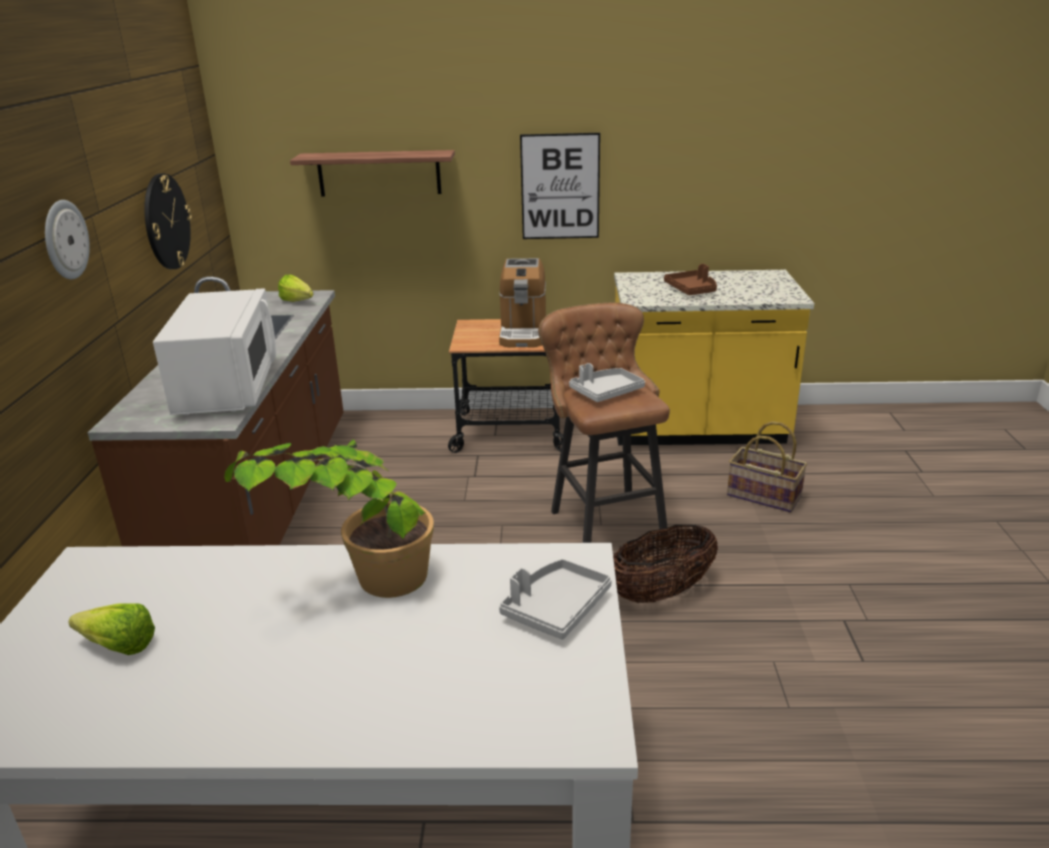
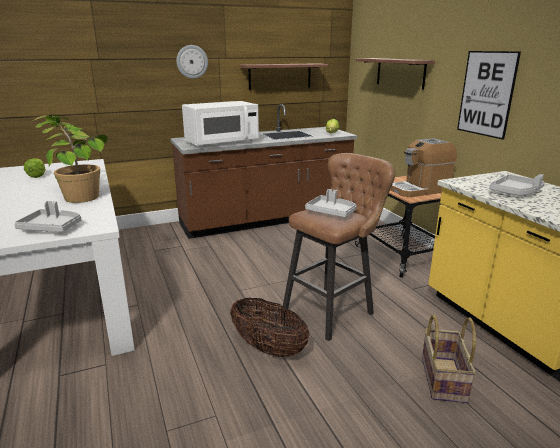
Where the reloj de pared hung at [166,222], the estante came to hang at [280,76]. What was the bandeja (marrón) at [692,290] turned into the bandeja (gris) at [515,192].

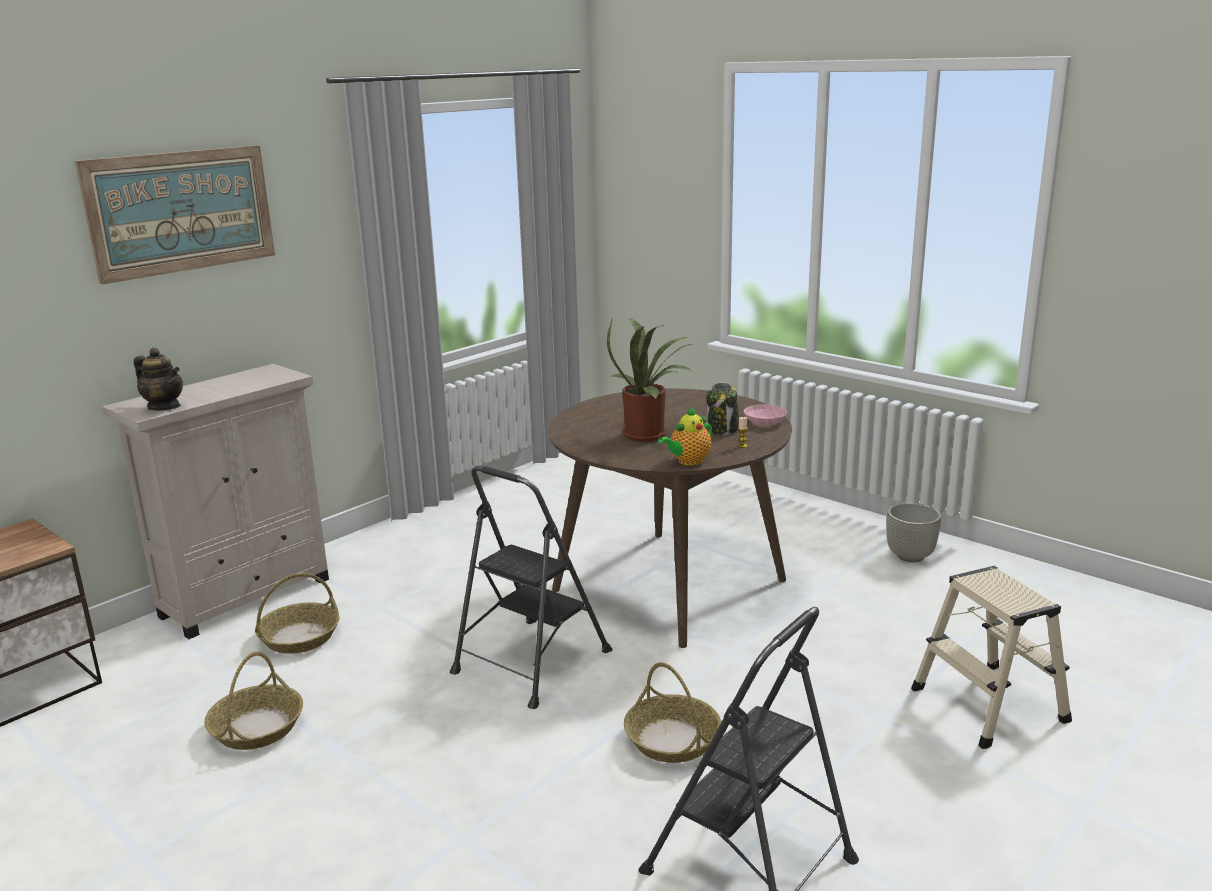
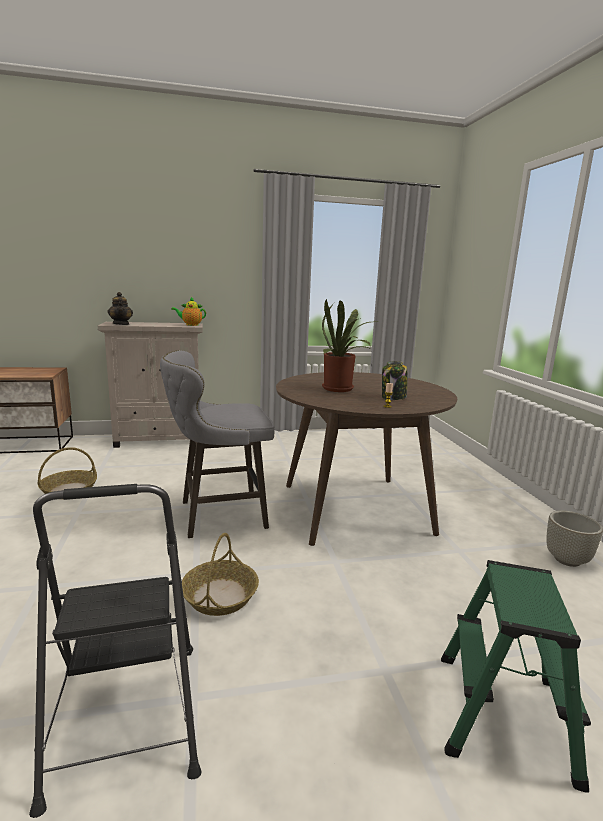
The second view lost the cuadro at [181,211]. The second view lost the cesta at [299,637]. The second view lost the cuenco (rosa) at [764,421]. The tetera ended up elsewhere, having gone from [688,461] to [190,325]. Where the escalera de tijera (negro) stood at [528,662], the taburete (gris) came to stand at [218,514]. What was the escalera de tijera (beis) at [989,705] turned into the escalera de tijera (verde) at [504,716].

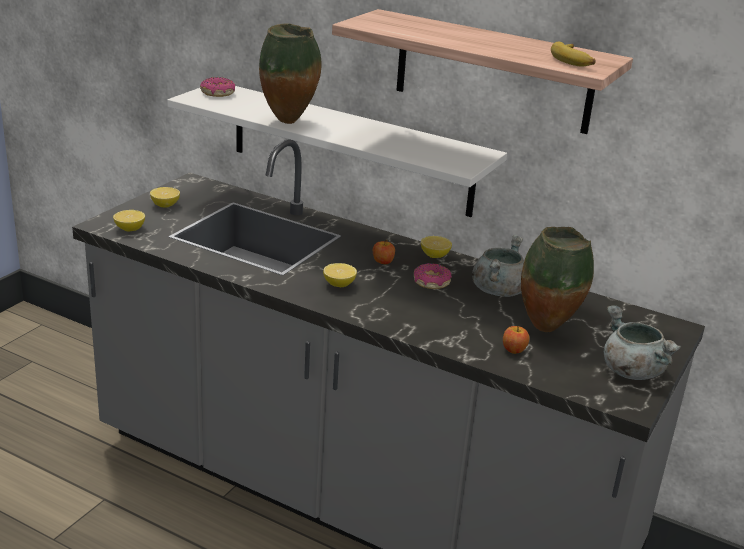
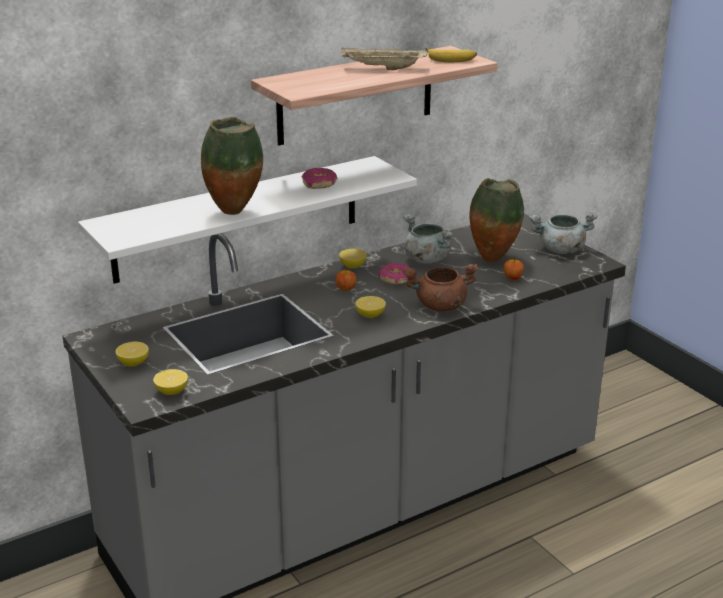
The second view gained the bandeja (beis) at [382,69]. The second view gained the olla (marrón) at [440,306]. The rosquilla ended up elsewhere, having gone from [218,93] to [319,184].

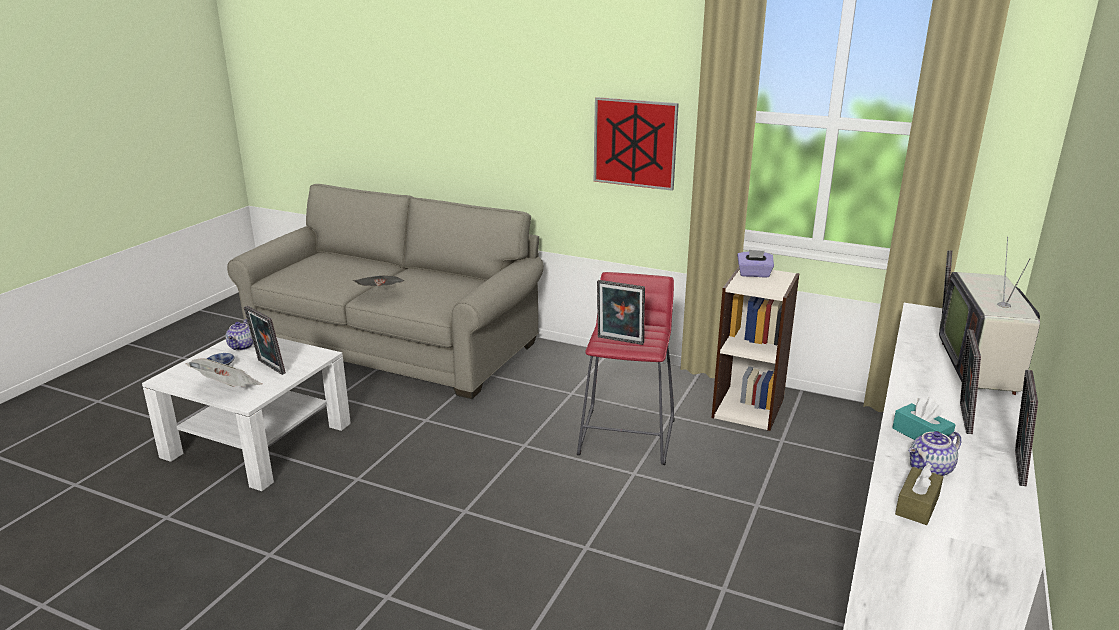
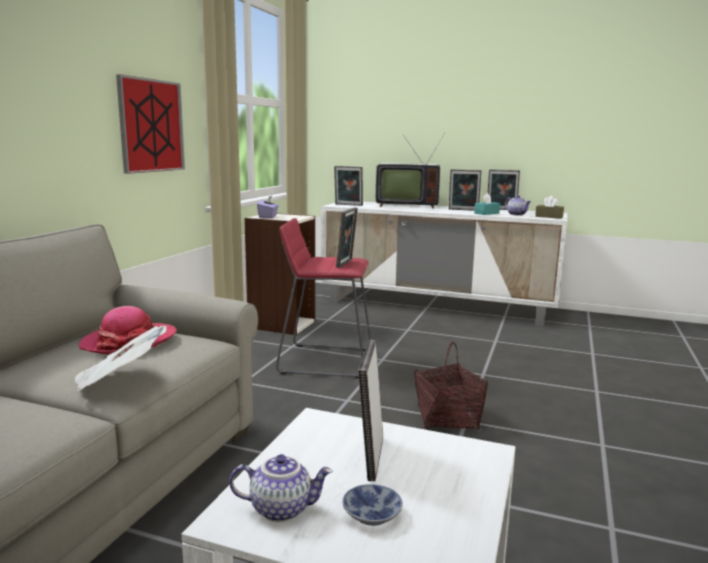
The second view lost the periódico at [228,388]. The second view gained the sombrero at [129,341]. The second view gained the cesta at [447,418]. The portarretratos at [269,367] ended up facing another way, 150 degrees clockwise from before.

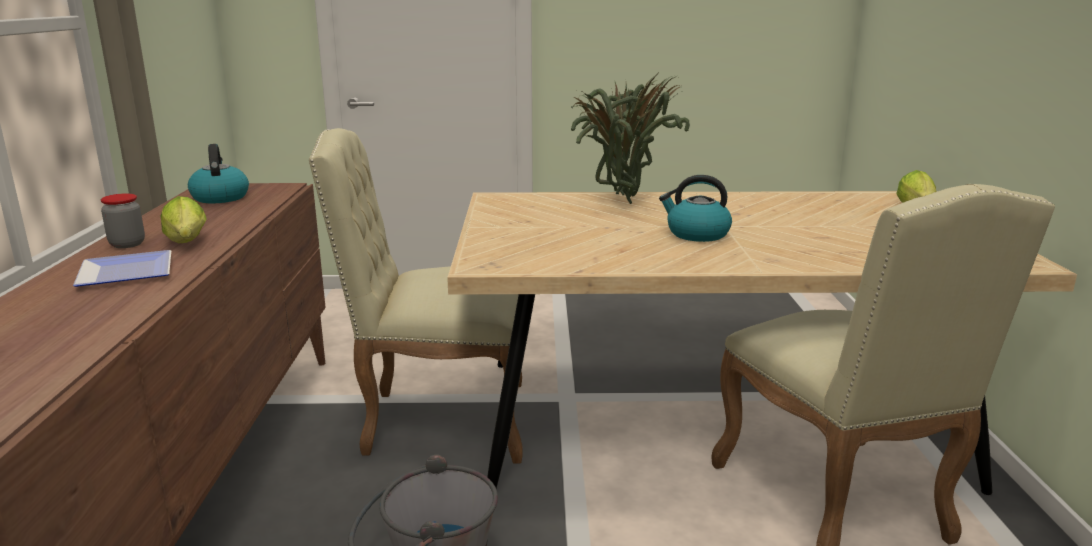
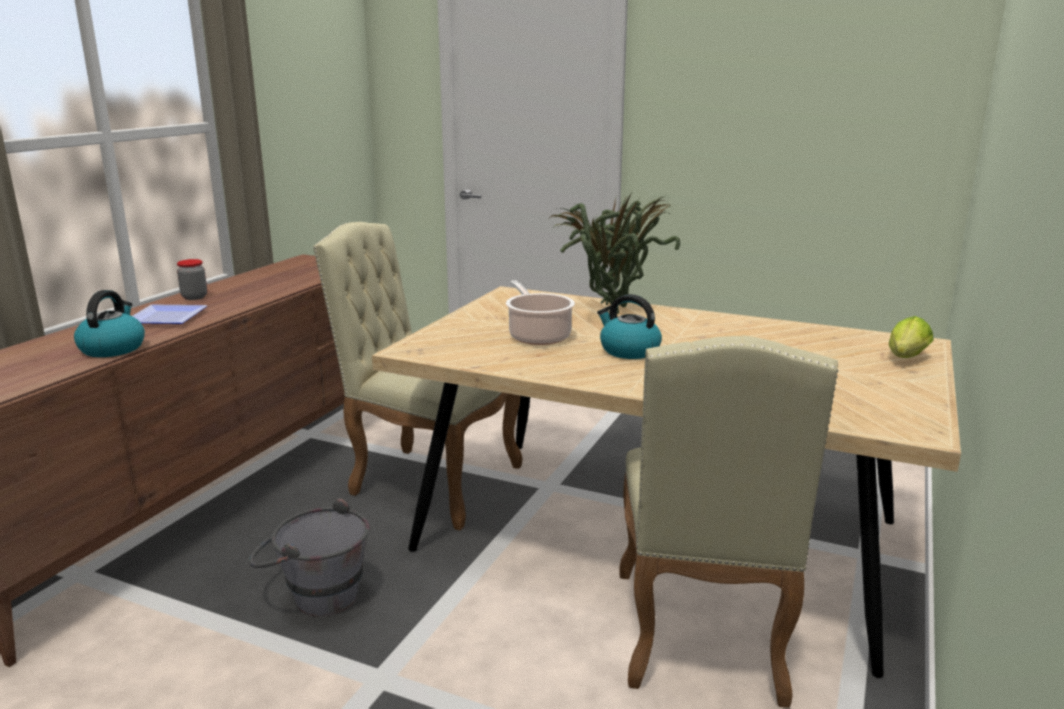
The second view lost the lechuga at [187,243]. The second view gained the olla at [538,336]. The hervidor ended up elsewhere, having gone from [220,197] to [113,348].

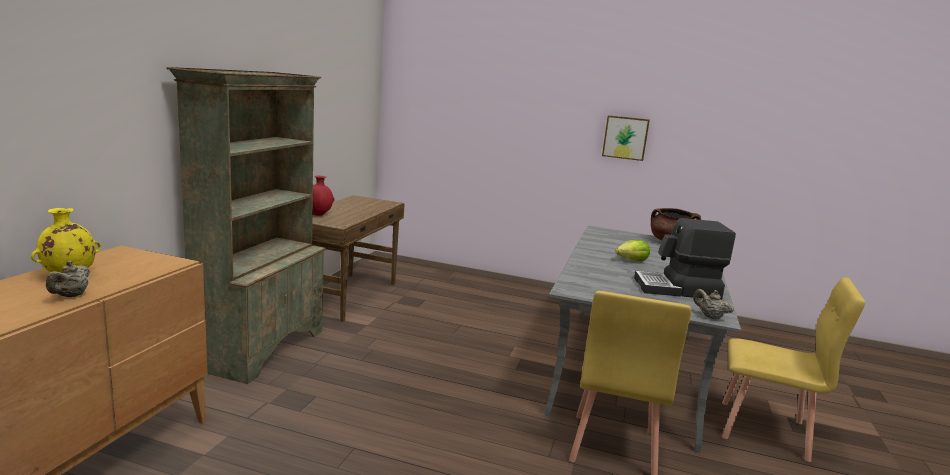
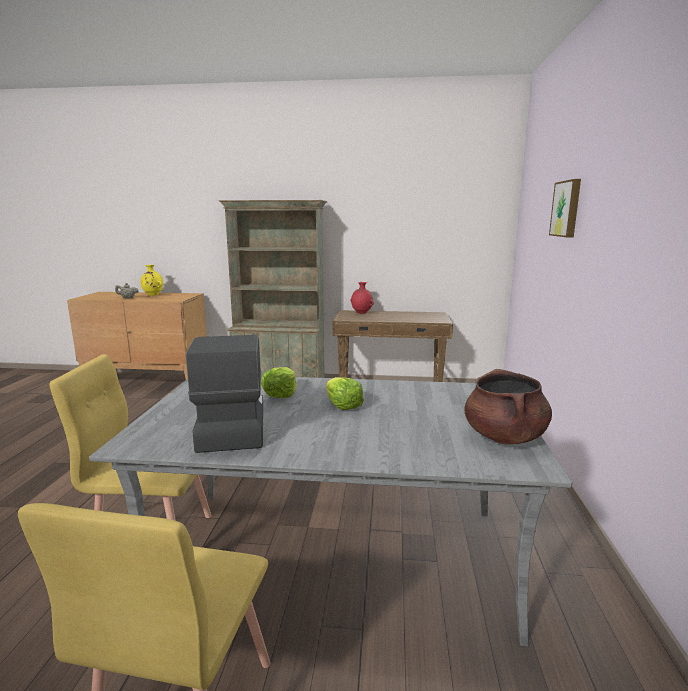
The second view lost the tetera (beis) at [710,316]. The second view gained the lechuga at [280,394]. The cuadro ended up elsewhere, having gone from [625,137] to [567,209].

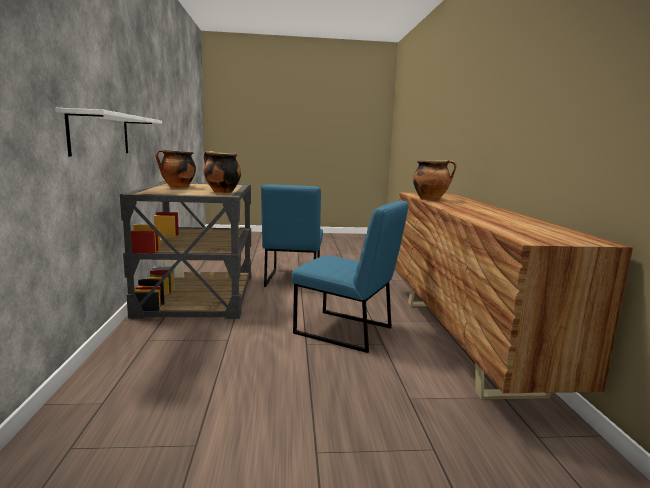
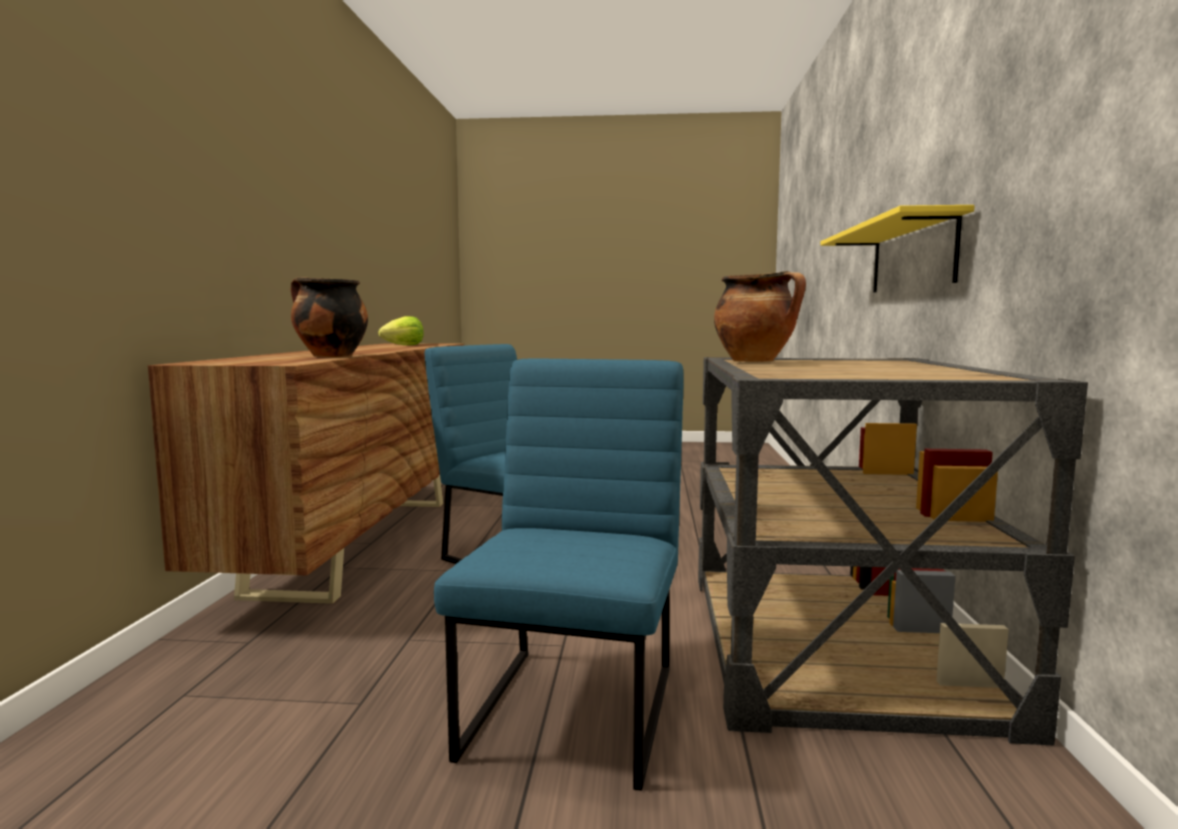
The second view lost the olla at [177,187]. The second view gained the lechuga at [404,345]. What was the estante (blanco) at [100,134] turned into the estante (amarillo) at [911,257].

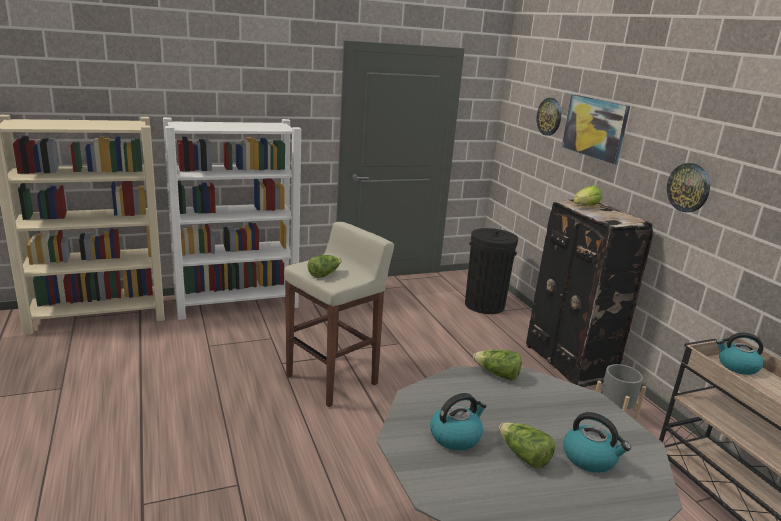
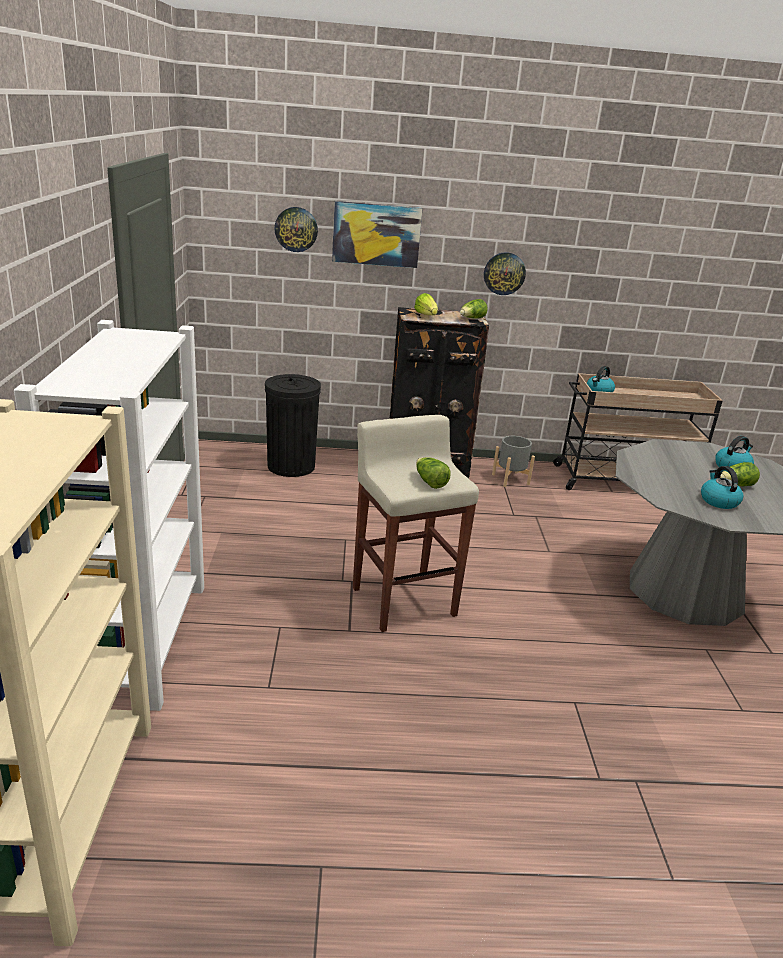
The lechuga ended up elsewhere, having gone from [497,374] to [472,319].

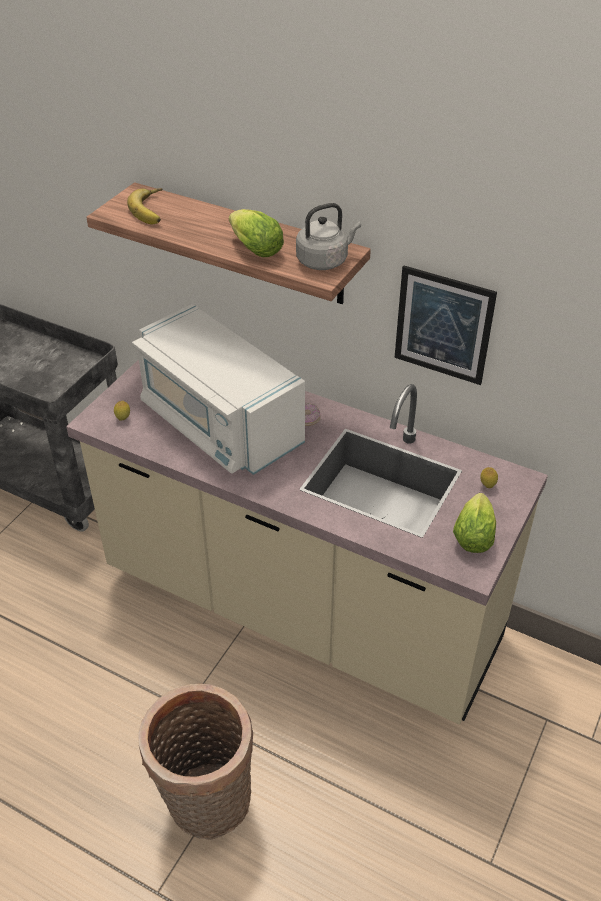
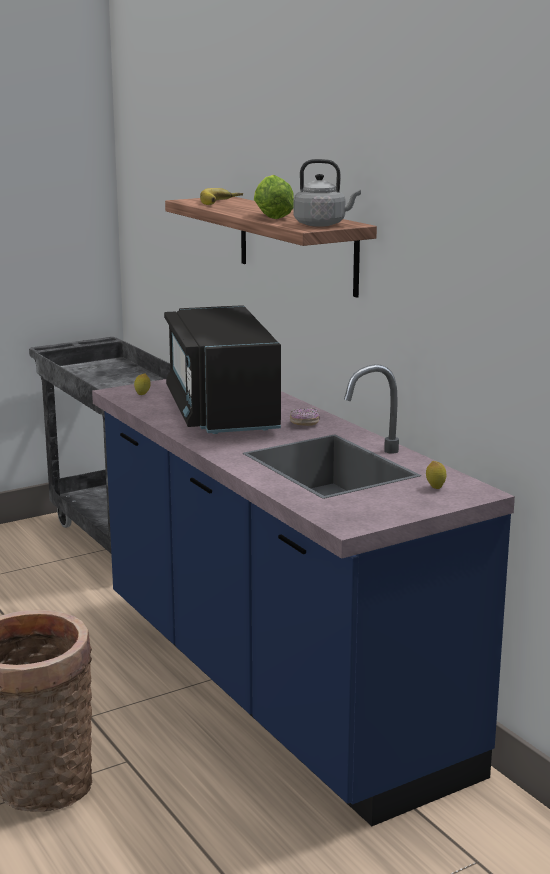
The second view lost the cuadro at [443,325]. The second view lost the lechuga at [474,534]. What was the mueble bajo de cocina (beis) at [300,609] turned into the mueble bajo de cocina (azul) at [275,687]. What was the microondas (blanco) at [219,423] turned into the microondas (negro) at [221,411].

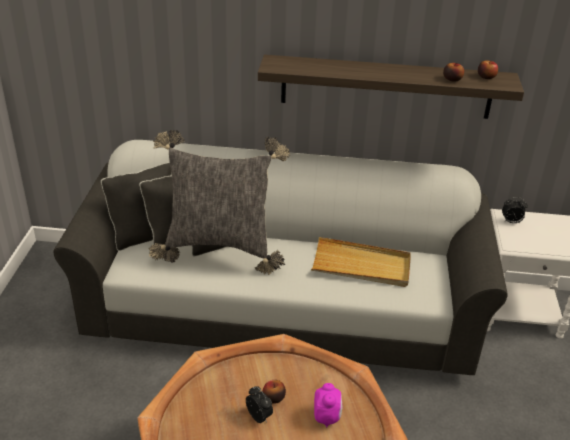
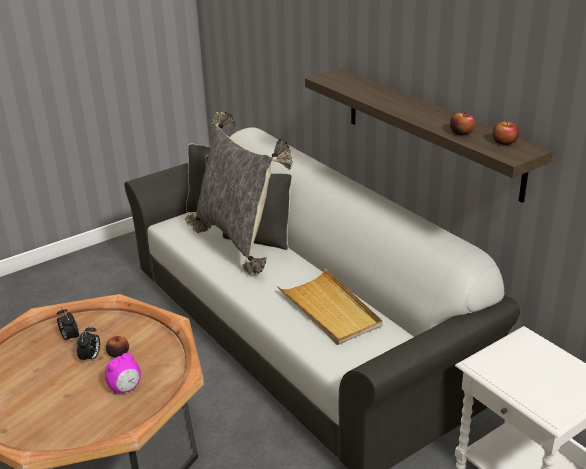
The despertador ended up elsewhere, having gone from [511,222] to [70,338].

